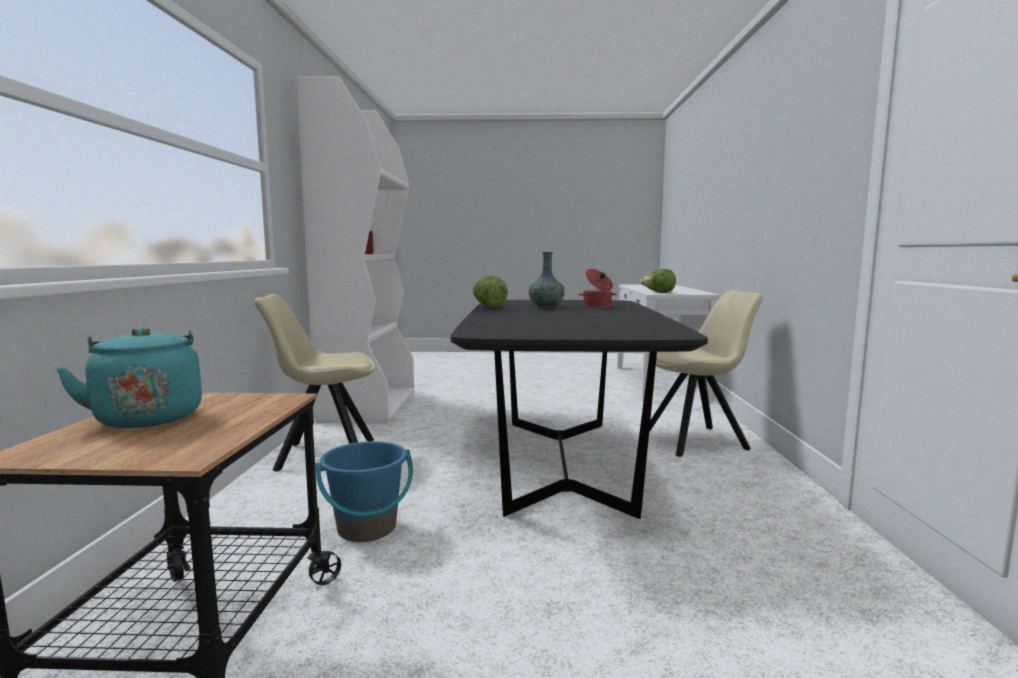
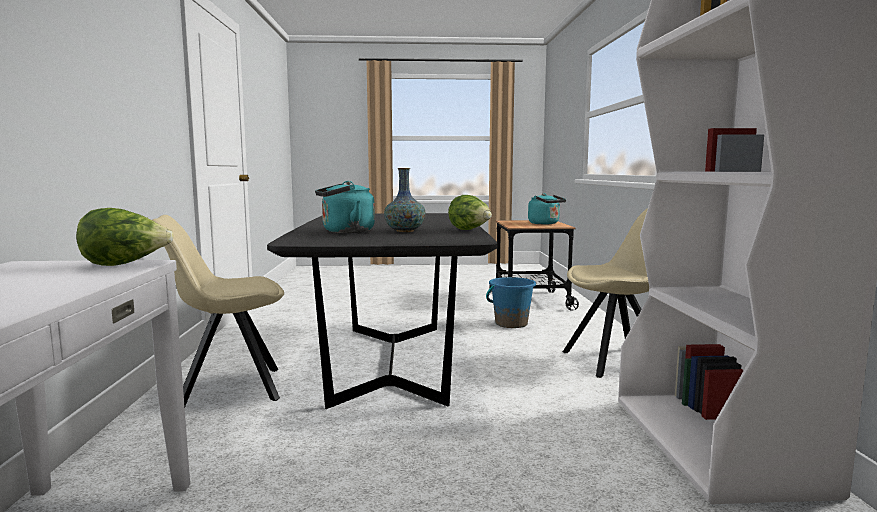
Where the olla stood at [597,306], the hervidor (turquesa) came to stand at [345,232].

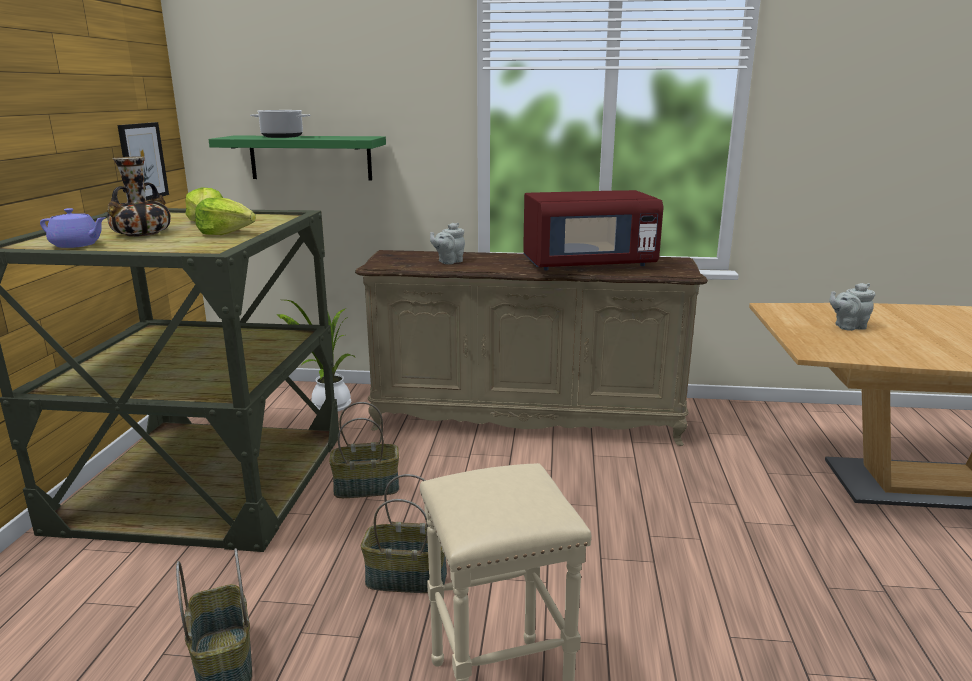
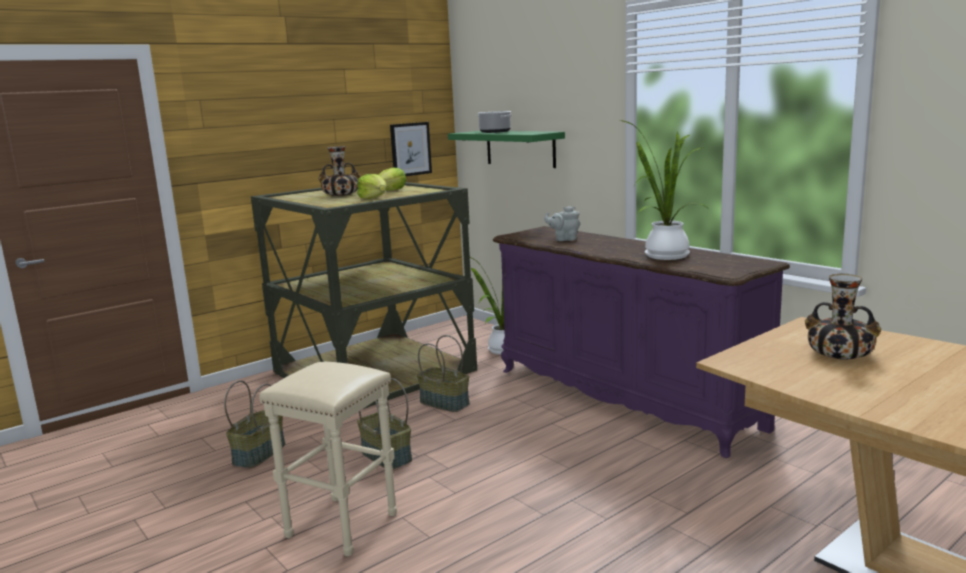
The second view lost the tetera (morado) at [77,245]. Where the microondas (rojo) stood at [588,265], the planta en maceta came to stand at [663,255]. Where the tetera (gris) stood at [848,327], the florero came to stand at [841,354]. What was the armario (beis) at [525,421] turned into the armario (morado) at [620,399].

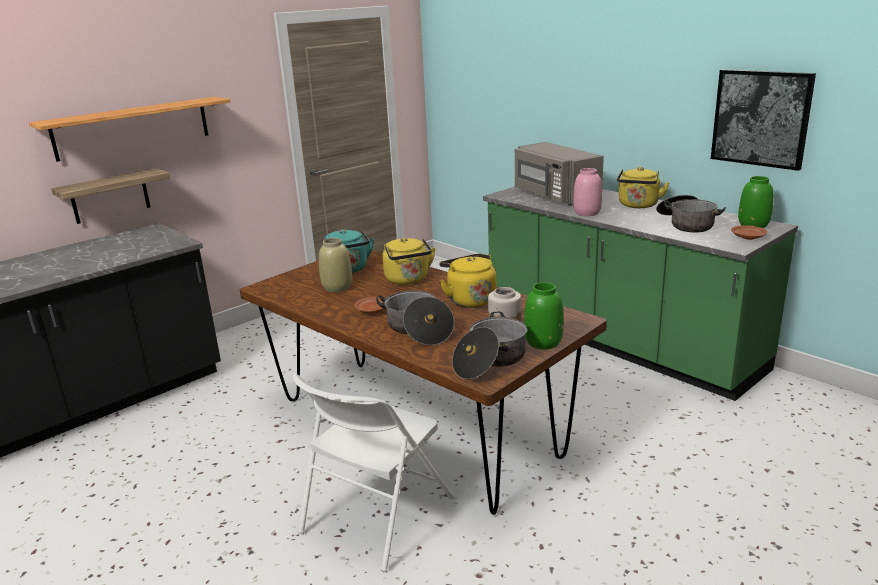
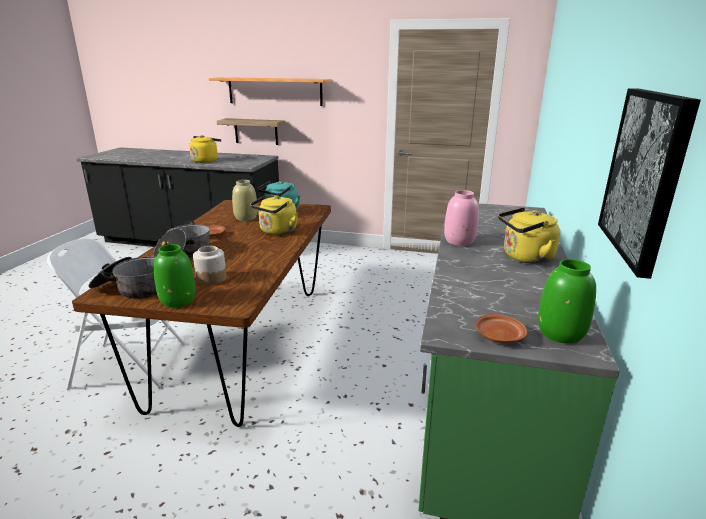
The second view lost the microondas (gris) at [554,196]. The second view lost the olla at [686,224]. The hervidor (amarillo) ended up elsewhere, having gone from [469,300] to [206,161].

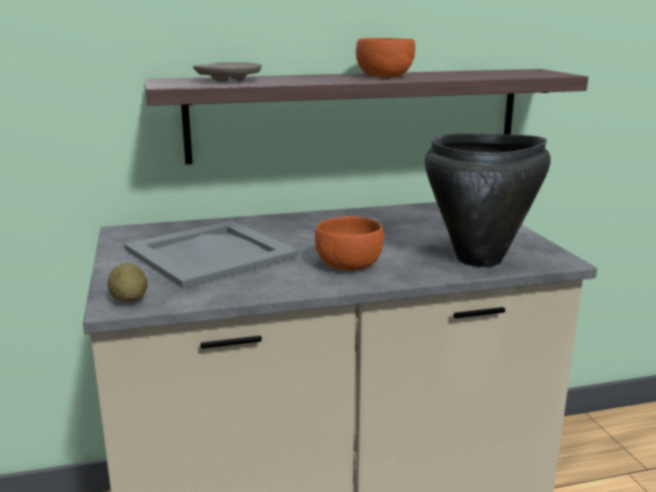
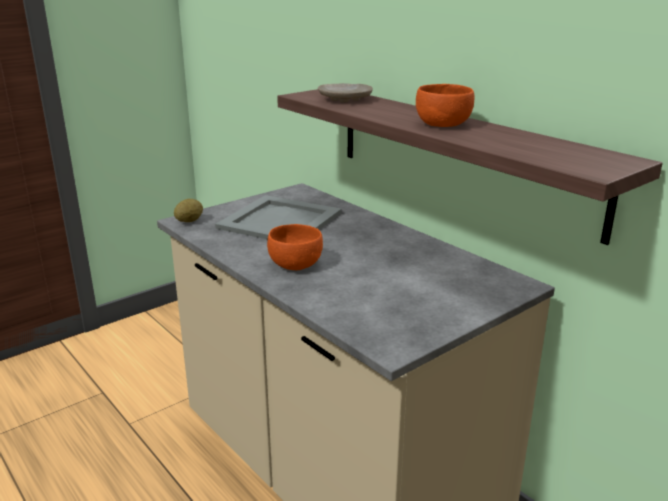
The second view lost the olla (negro) at [480,259].

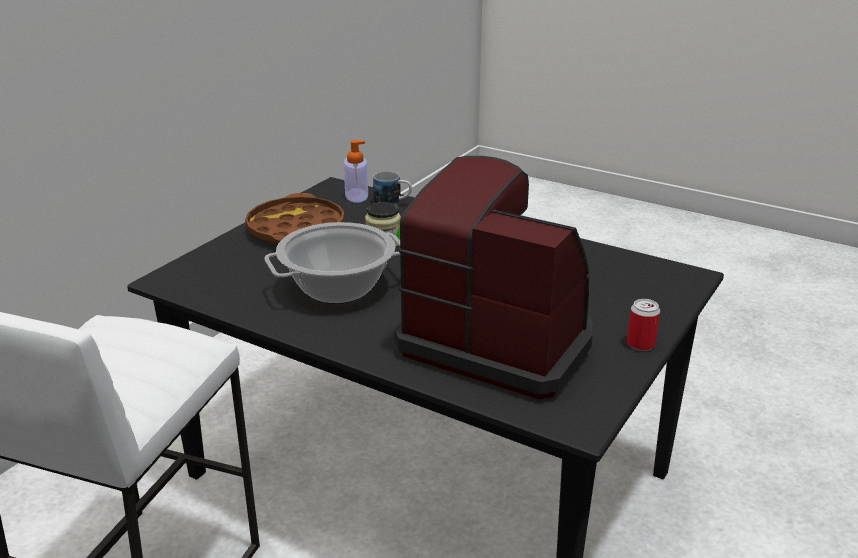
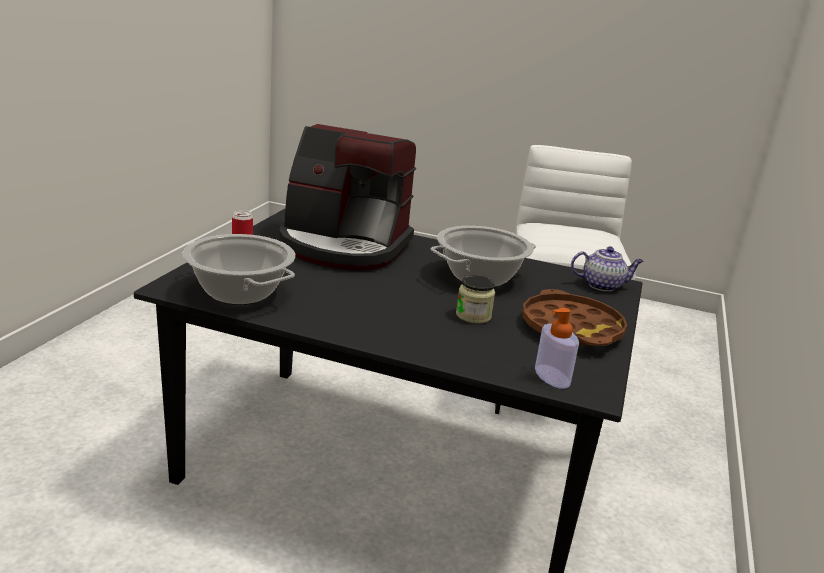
The second view lost the taza grande at [393,203]. The second view gained the olla at [240,293]. The second view gained the tetera at [602,285].

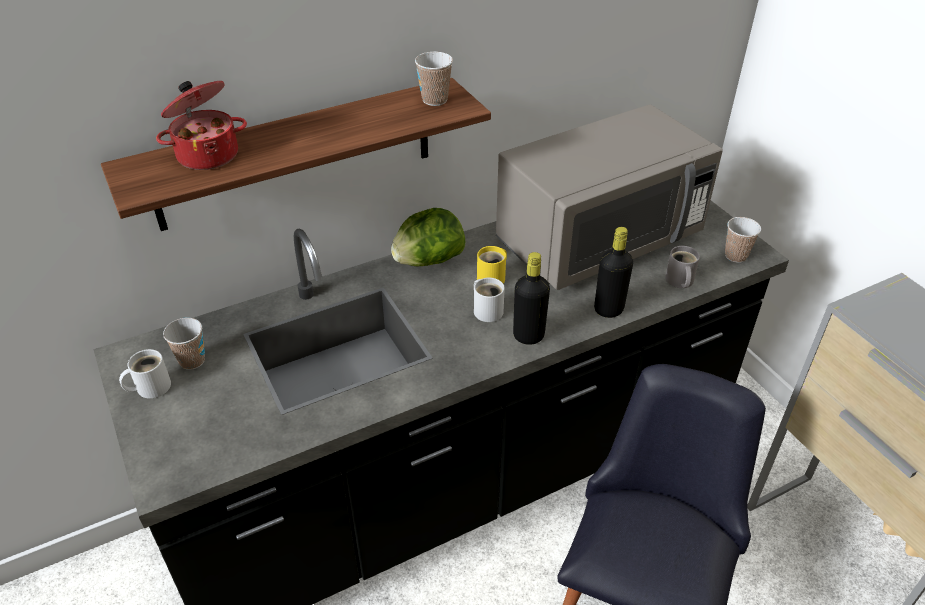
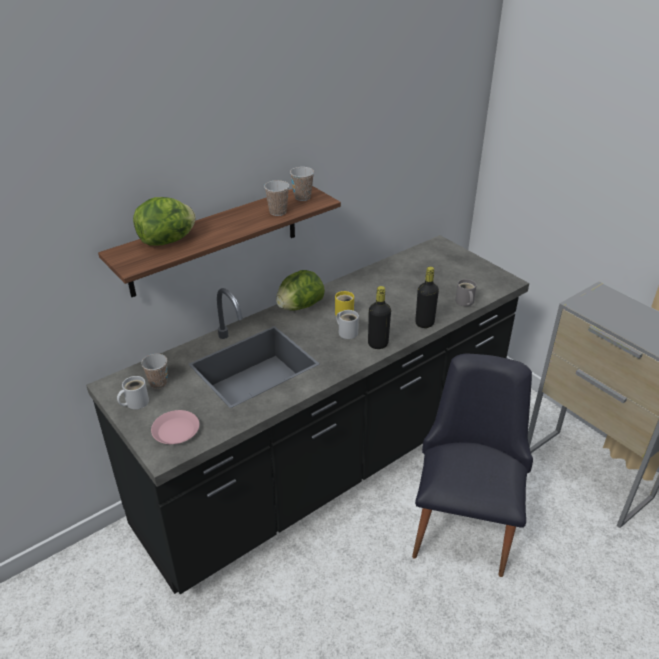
The second view lost the microondas (gris) at [598,241]. The second view gained the plato (rosa) at [175,431]. The taza ended up elsewhere, having gone from [735,256] to [278,212]. Where the olla stood at [207,154], the lechuga came to stand at [168,241].

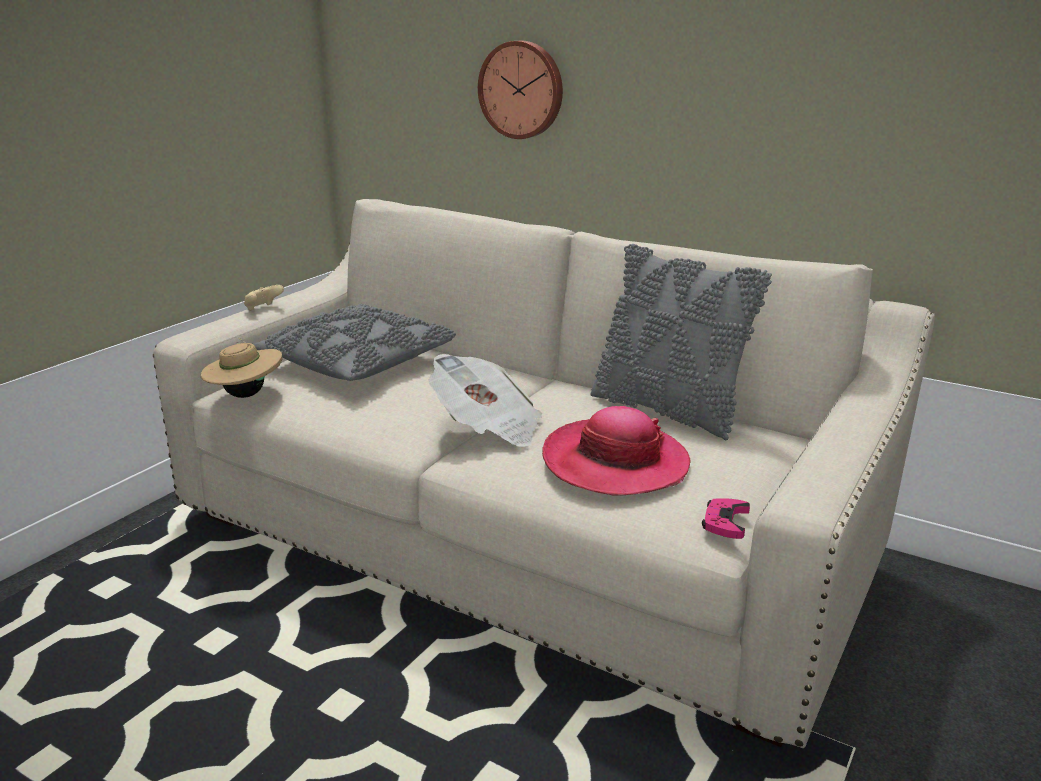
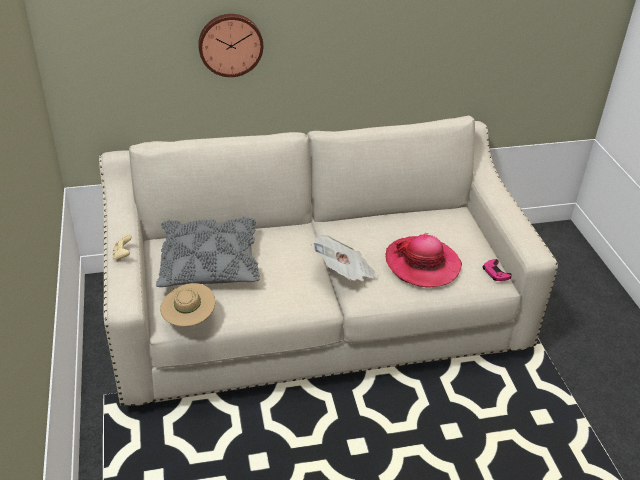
The second view lost the cojín (gris) at [668,410].

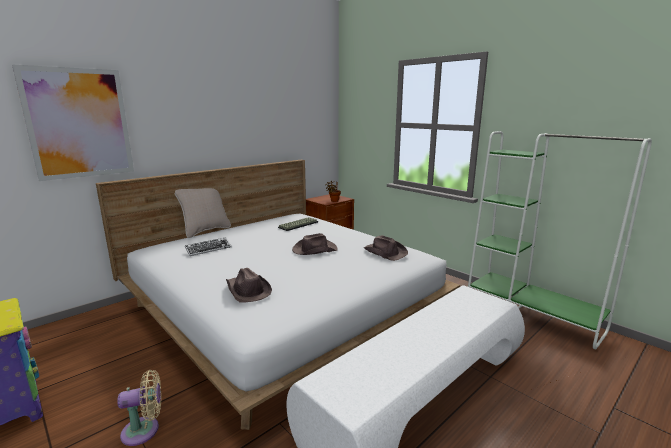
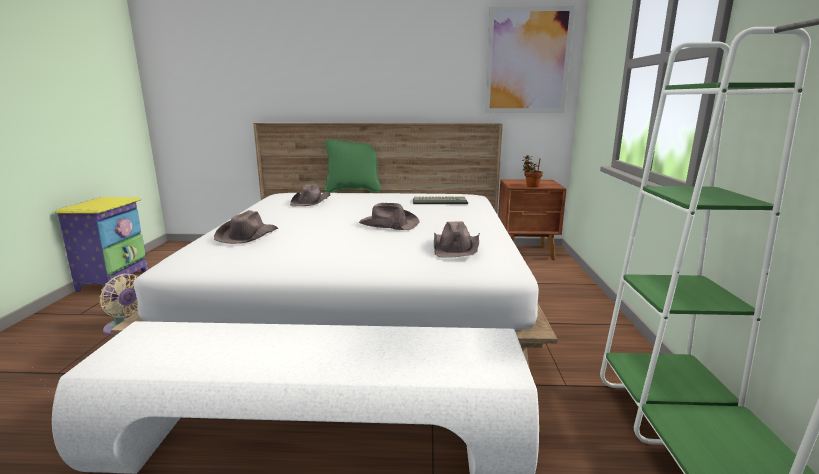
The cuadro ended up elsewhere, having gone from [79,123] to [527,61]. Where the teclado stood at [208,249], the sombrero (marrón) came to stand at [311,202]. What was the cojín (beis) at [205,231] turned into the cojín (verde) at [353,191].

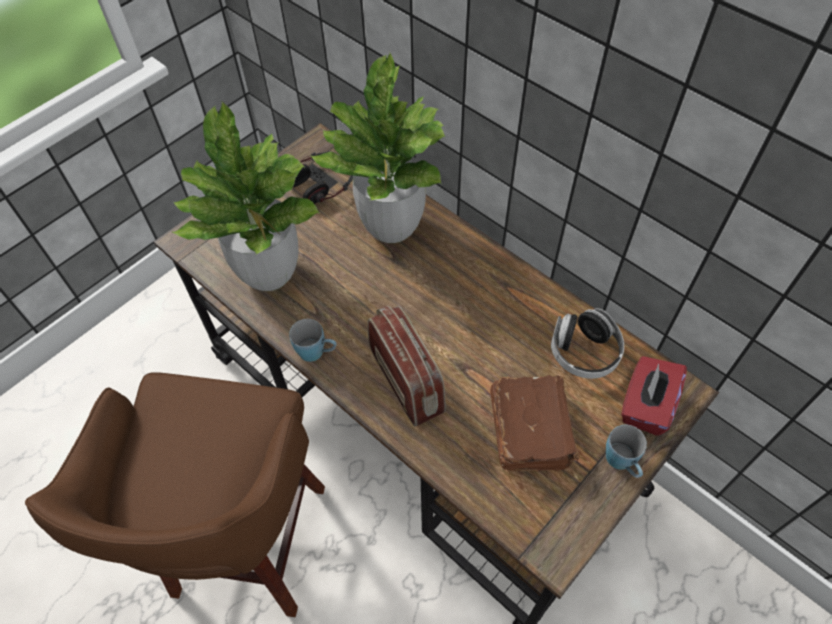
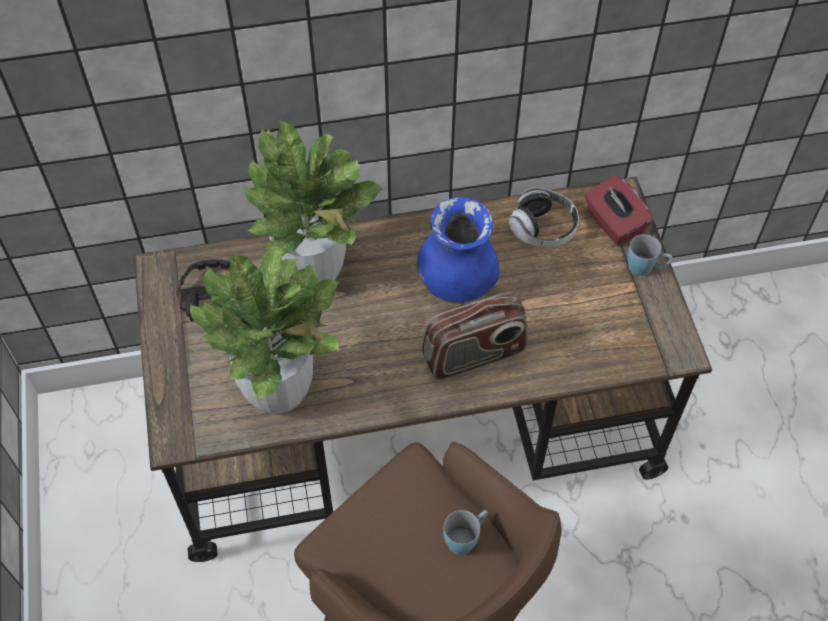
The second view lost the libro (marrón) at [530,429]. The second view gained the florero (azul) at [456,282]. The taza grande (azul) ended up elsewhere, having gone from [317,352] to [466,537]. The radio at [407,381] ended up facing another way, 150 degrees clockwise from before.

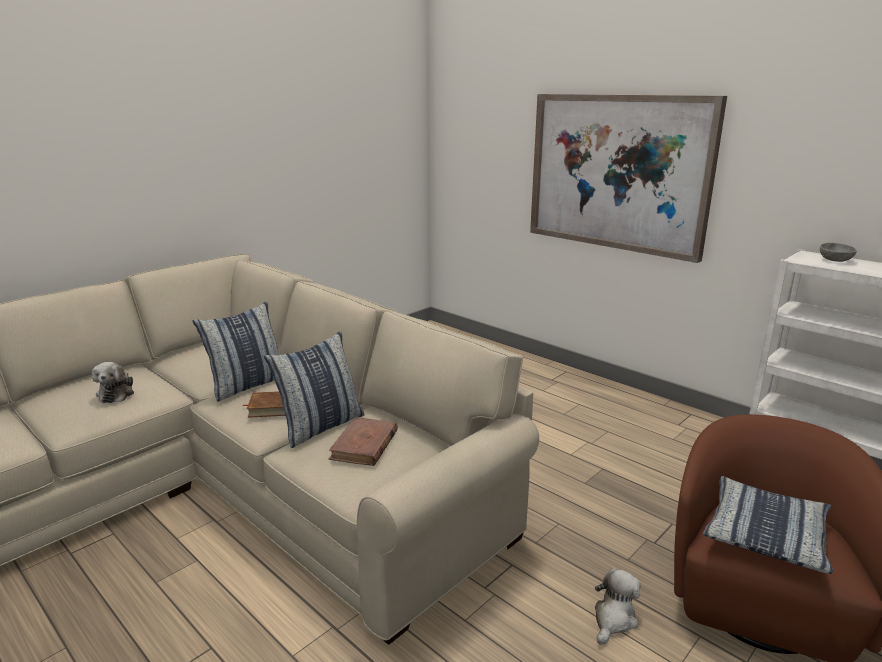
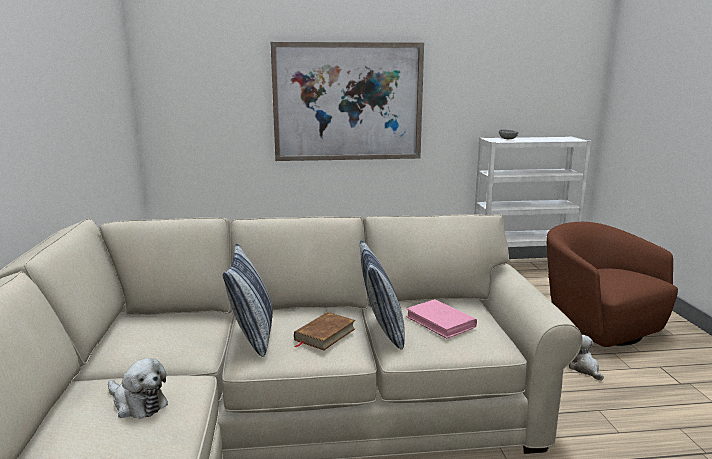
The second view lost the cojín at [766,533]. What was the libro (marrón) at [364,445] turned into the libro (rosa) at [440,322].

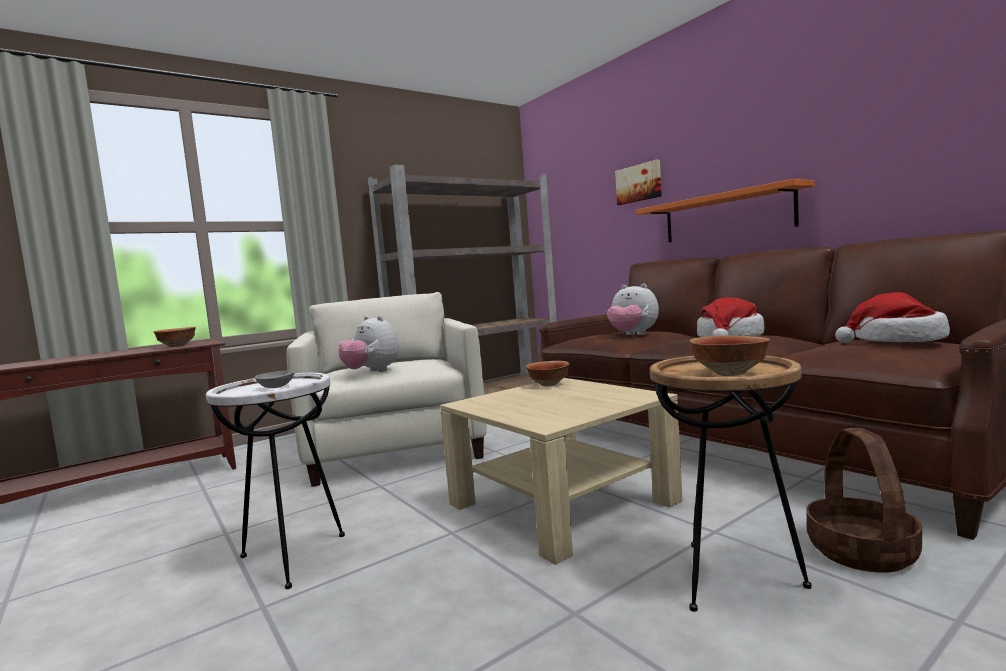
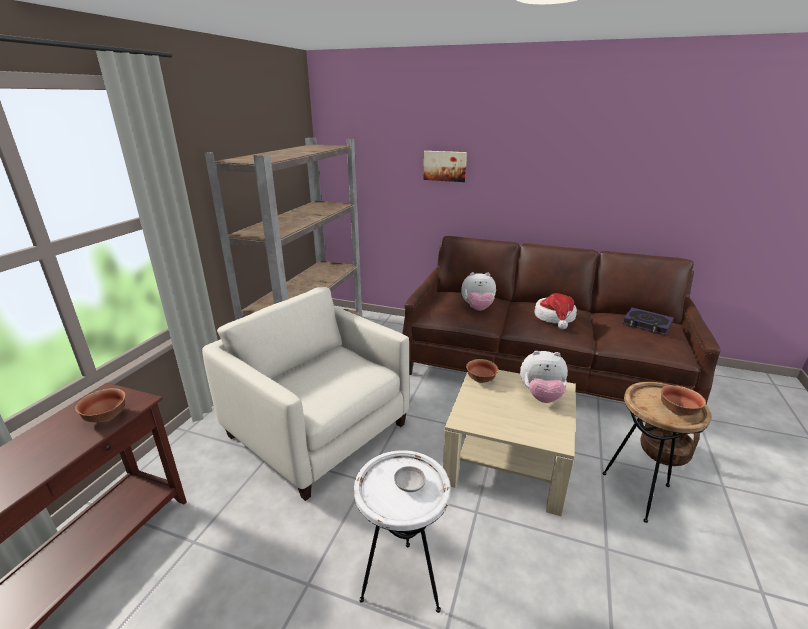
The second view lost the estante (naranja) at [726,216]. The peluche ended up elsewhere, having gone from [372,372] to [541,396]. Where the sombrero stood at [896,341], the libro came to stand at [647,324].

